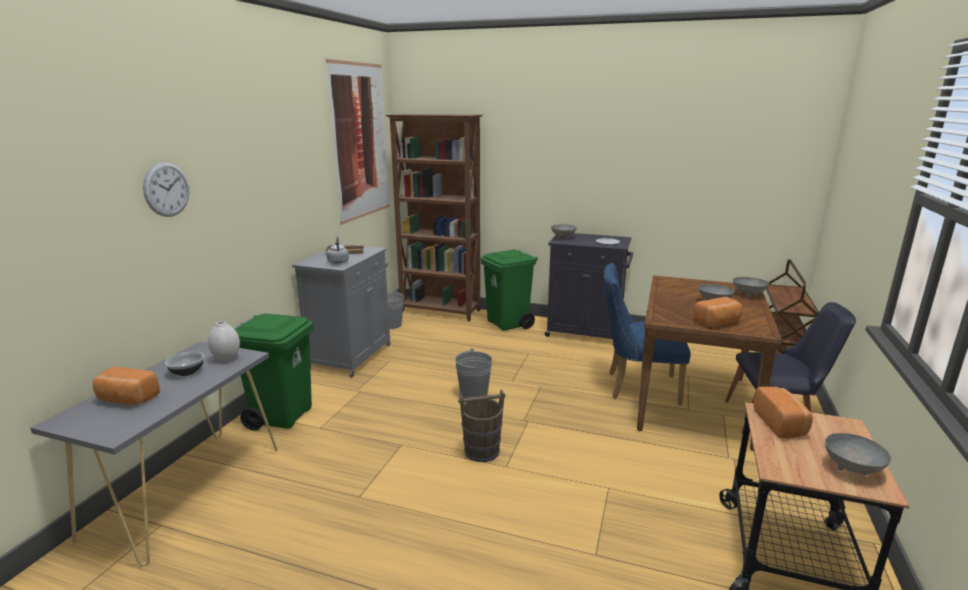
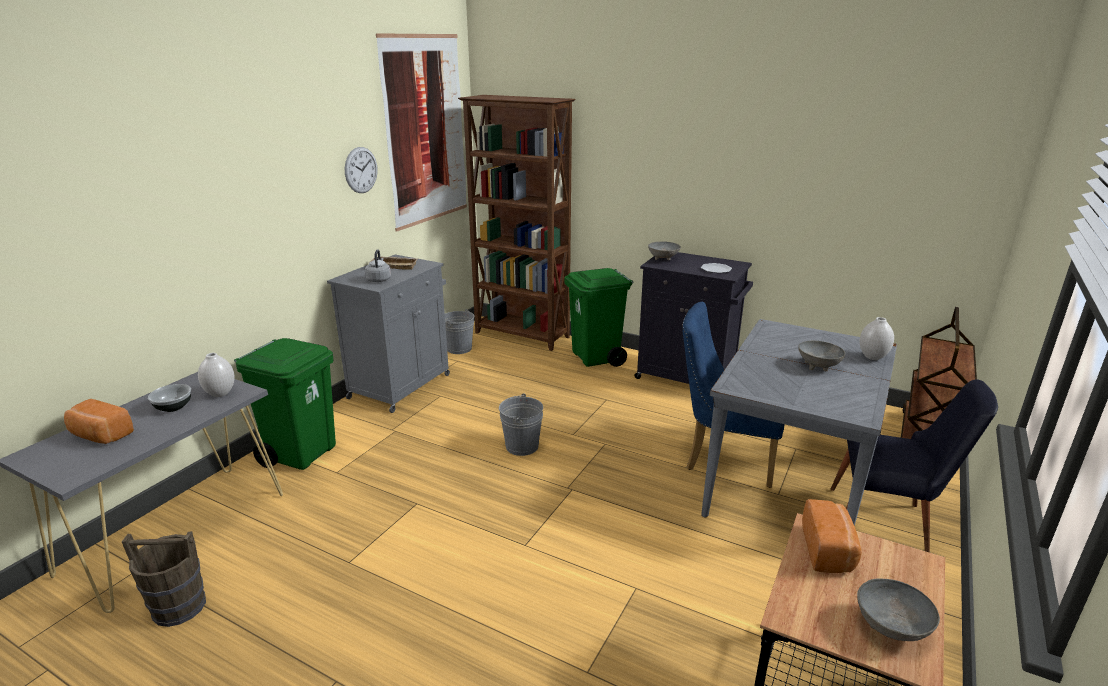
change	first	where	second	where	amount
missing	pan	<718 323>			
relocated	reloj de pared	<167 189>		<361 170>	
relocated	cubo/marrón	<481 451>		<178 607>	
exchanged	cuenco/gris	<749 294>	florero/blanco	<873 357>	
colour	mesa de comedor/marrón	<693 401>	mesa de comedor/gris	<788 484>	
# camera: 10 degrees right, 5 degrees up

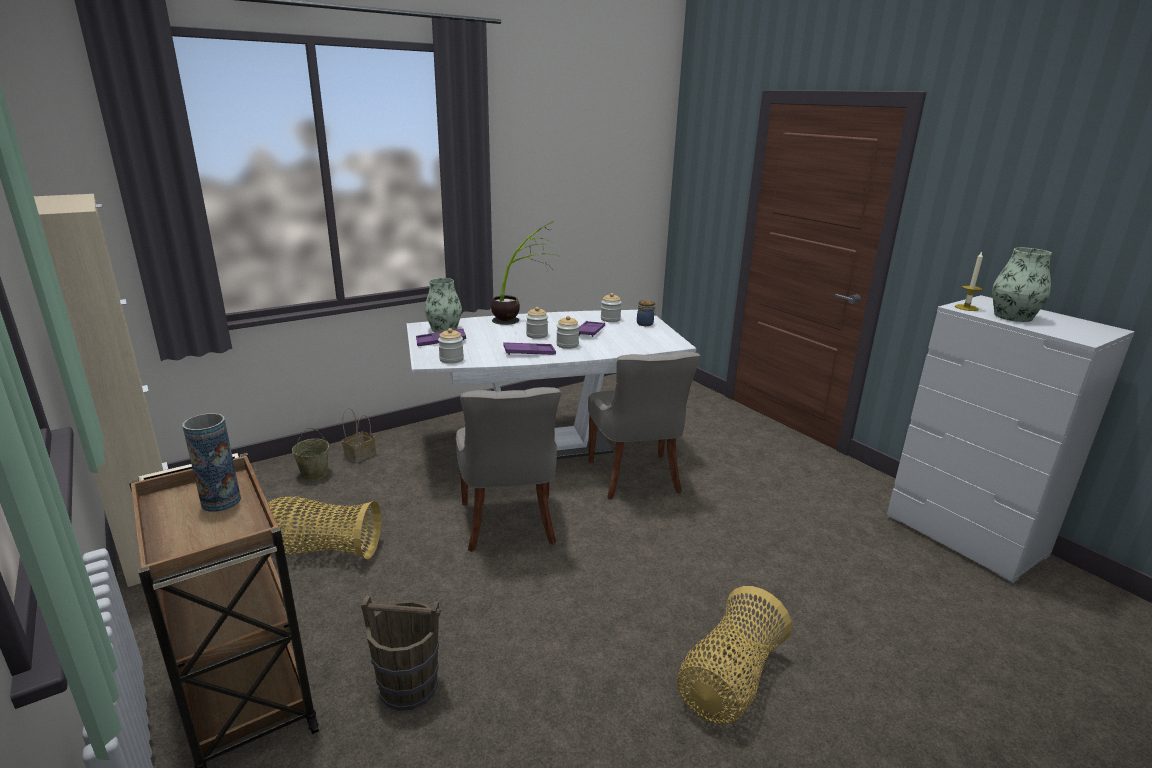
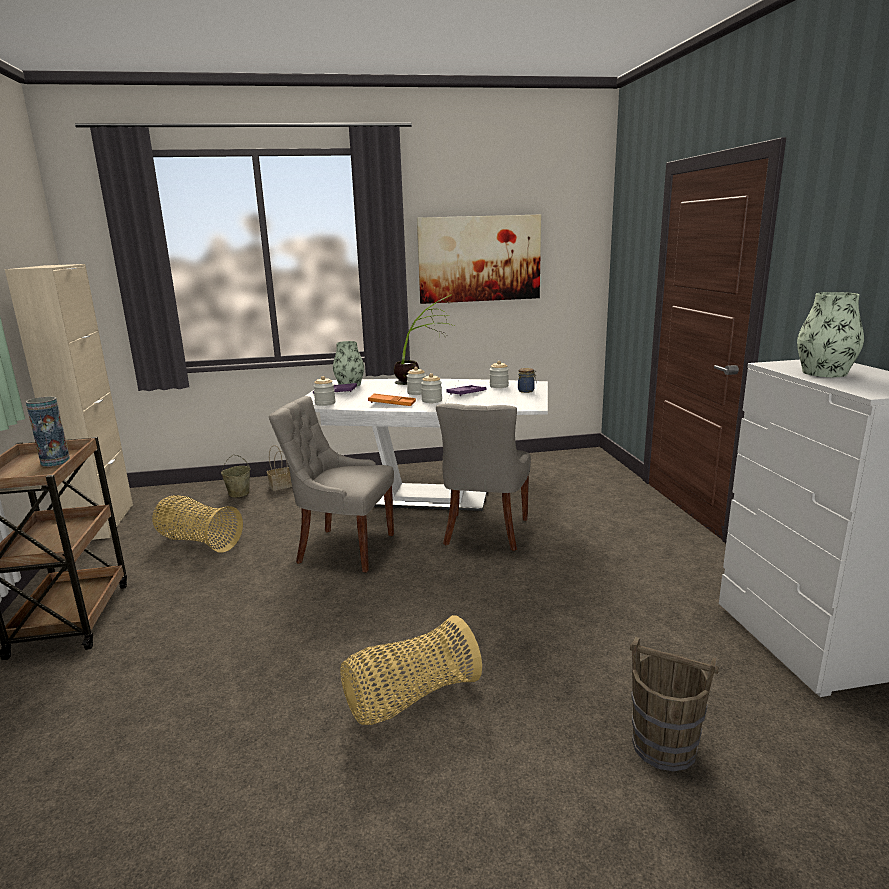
change	first	where	second	where	amount
missing	vela	<966 307>			
appeared			cuadro	<479 259>	
relocated	cubo/marrón	<409 686>		<664 747>	
colour	bandeja/morado	<529 352>	bandeja/naranja	<392 403>	
spun	silla/gris	<509 524>		<343 548>	90 degrees clockwise
# camera: 25 degrees right, 5 degrees down

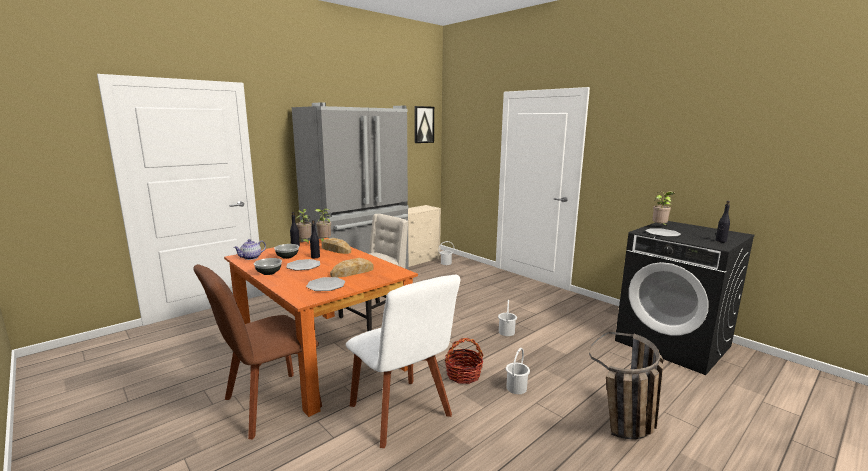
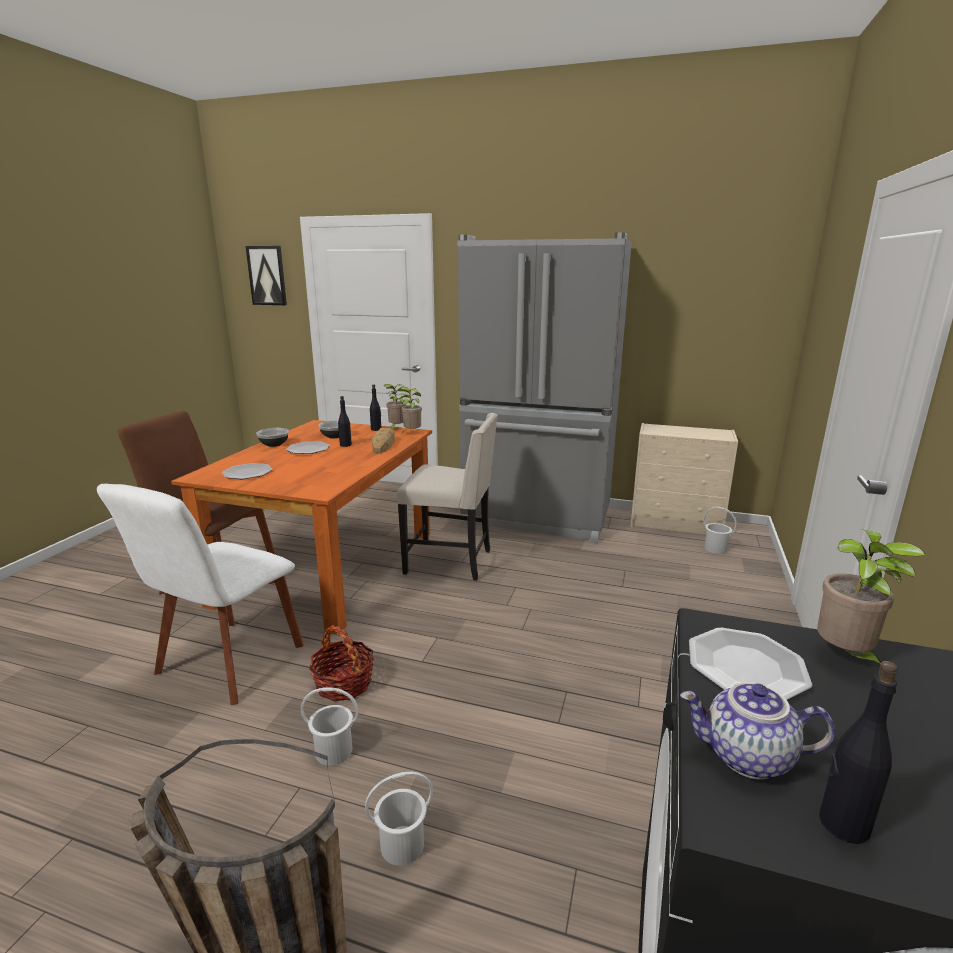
change	first	where	second	where	amount
missing	pan	<352 272>			
relocated	tetera	<251 258>		<747 758>	
relocated	cuadro	<423 124>		<267 275>	
relocated	cubo/blanco	<507 332>		<402 845>	
# camera: 60 degrees right, 5 degrees up

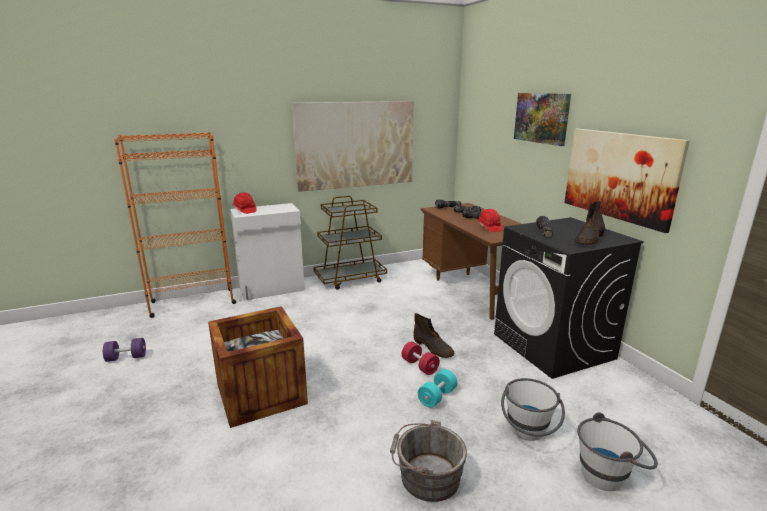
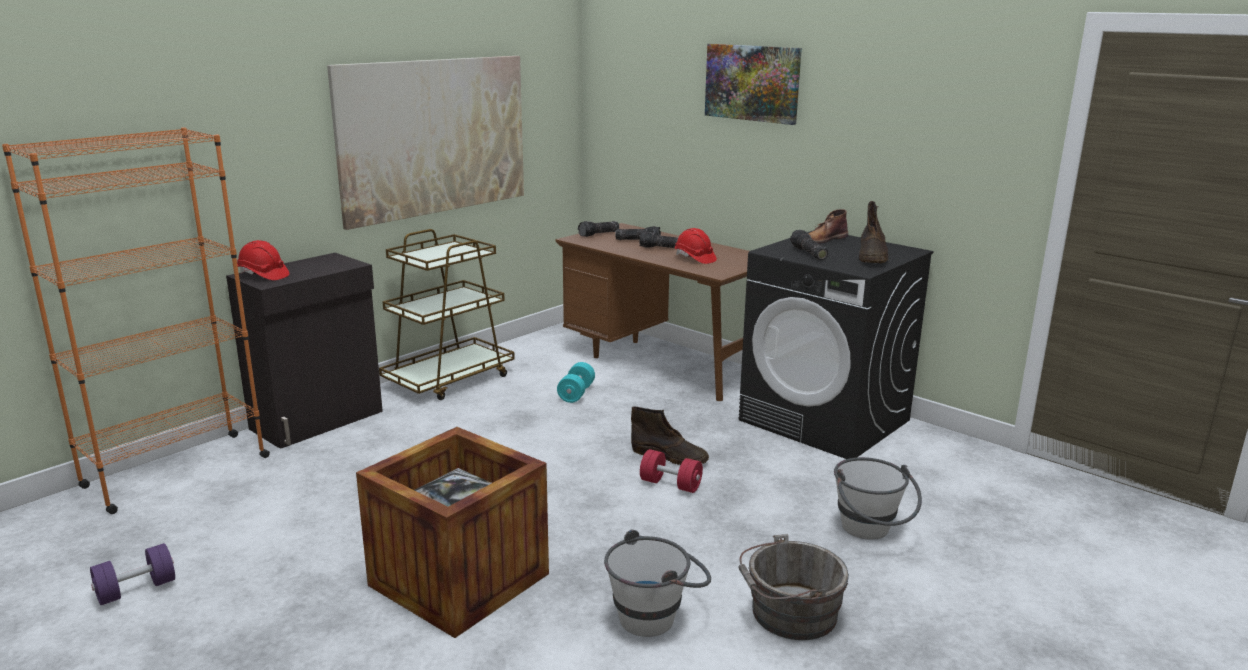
change	first	where	second	where	amount
missing	cuadro	<619 176>			
appeared			bota/marrón	<823 239>	
relocated	mancuerna/turquesa	<437 397>		<576 393>	
relocated	cubo/blanco	<609 475>		<657 615>	
colour	armario/blanco	<272 289>	armario/negro	<319 420>	
# camera: 25 degrees left, 0 degrees up

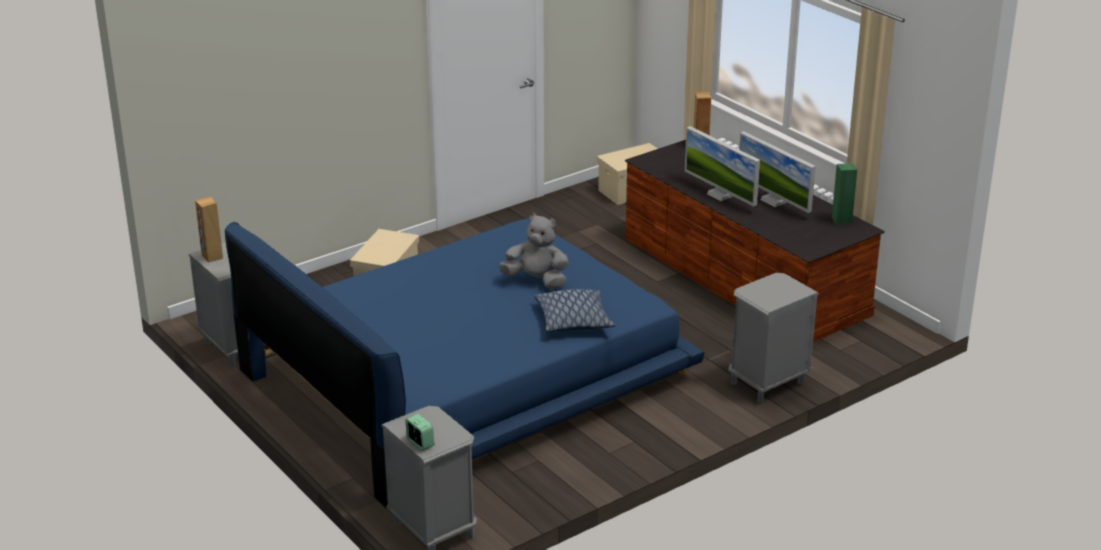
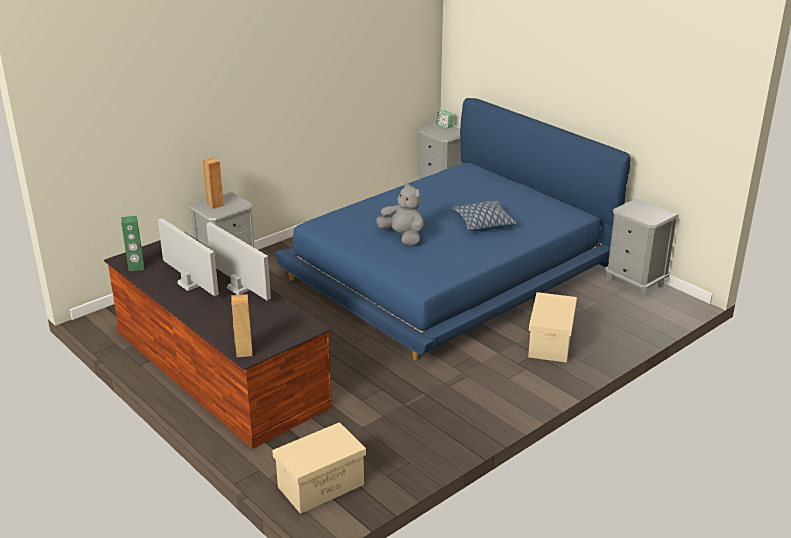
change	first	where	second	where	amount
relocated	altavoz/marrón	<212 257>		<215 204>	
relocated	cojín	<574 320>		<482 223>	
spun	peluche/gris	<536 281>		<402 237>	150 degrees counterclockwise
# camera: 175 degrees right, 0 degrees up

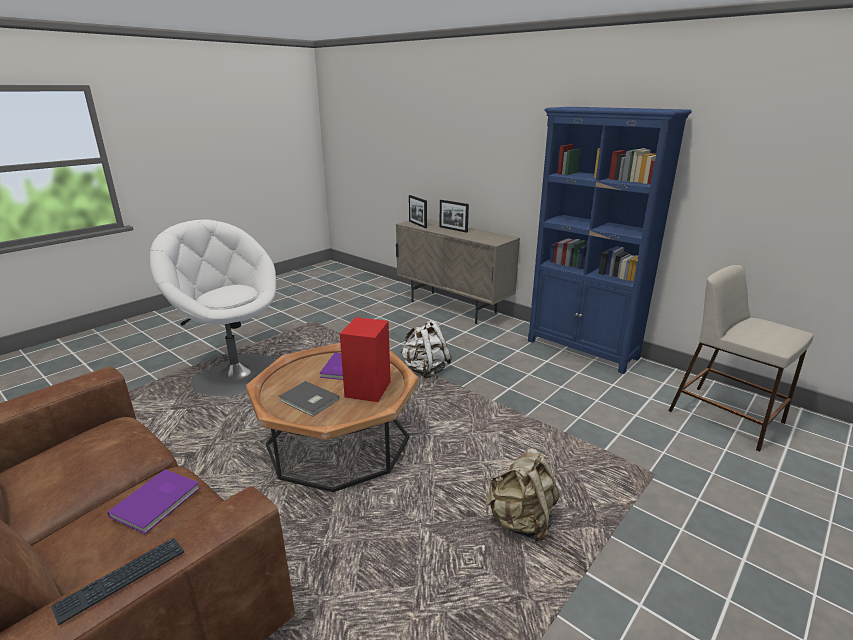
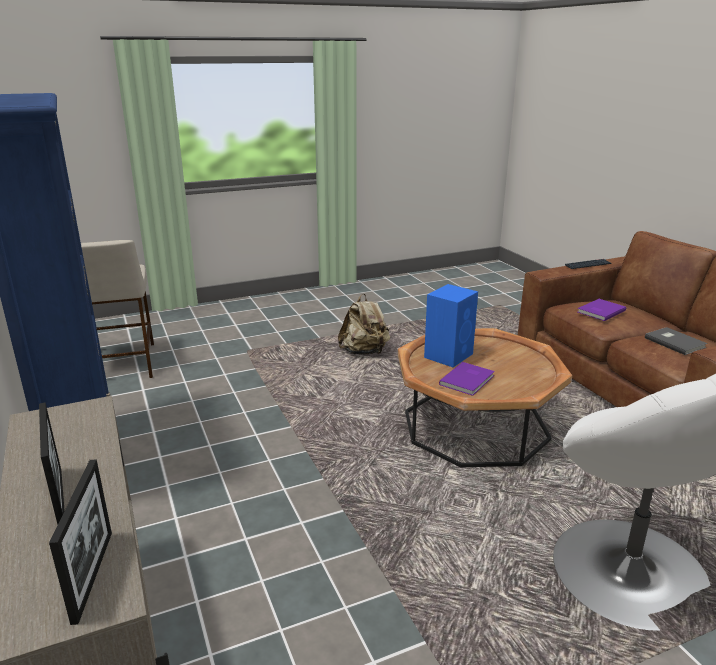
change	first	where	second	where	amount
missing	mochila/blanco	<425 370>			
relocated	libro/gris	<308 401>		<674 342>	
colour	altavoz/rojo	<367 390>	altavoz/azul	<449 355>	
# camera: 155 degrees left, 0 degrees up

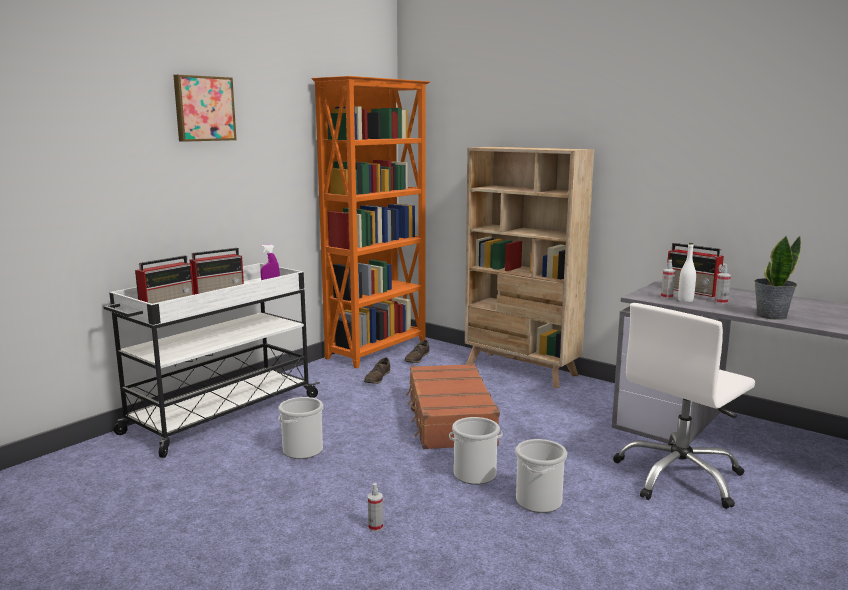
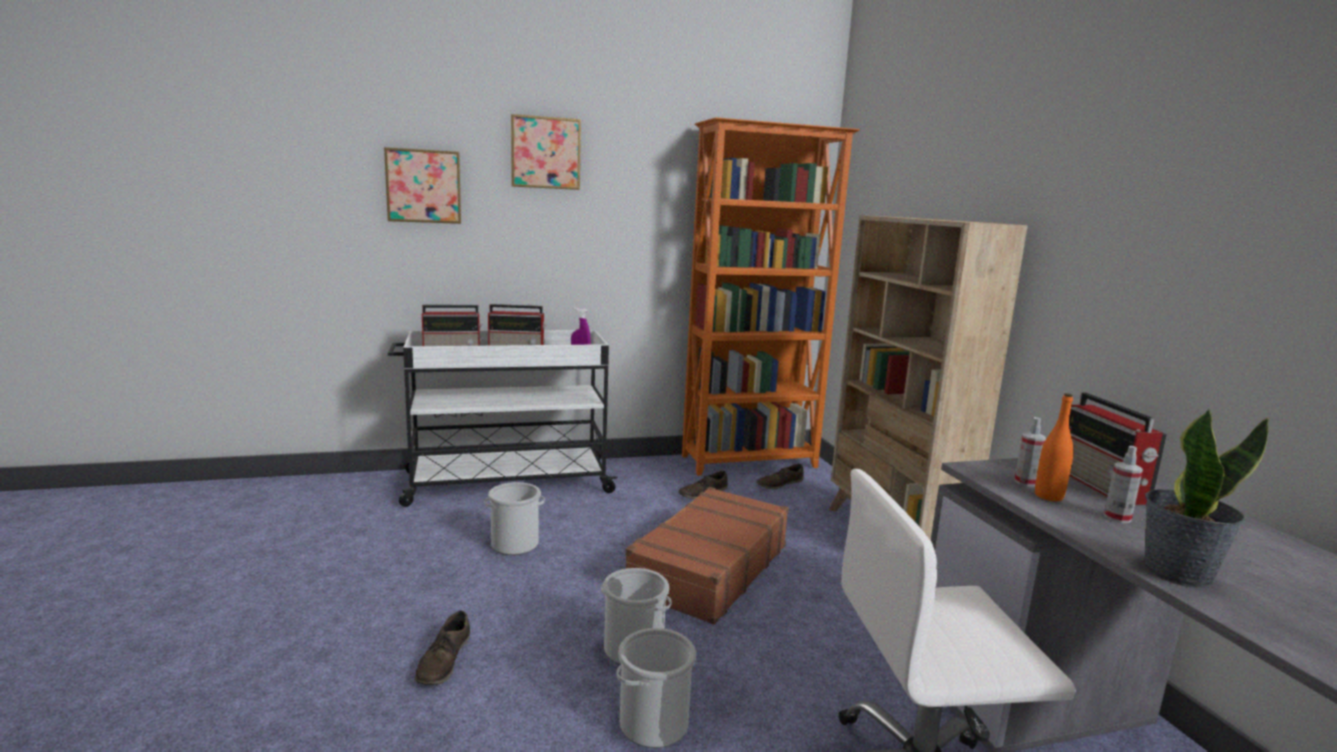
change	first	where	second	where	amount
appeared			cuadro	<424 186>	
exchanged	pulverizador	<375 527>	zapato/marrón	<444 660>	
colour	botella/blanco	<685 300>	botella/naranja	<1048 496>	
# camera: 35 degrees right, 0 degrees up

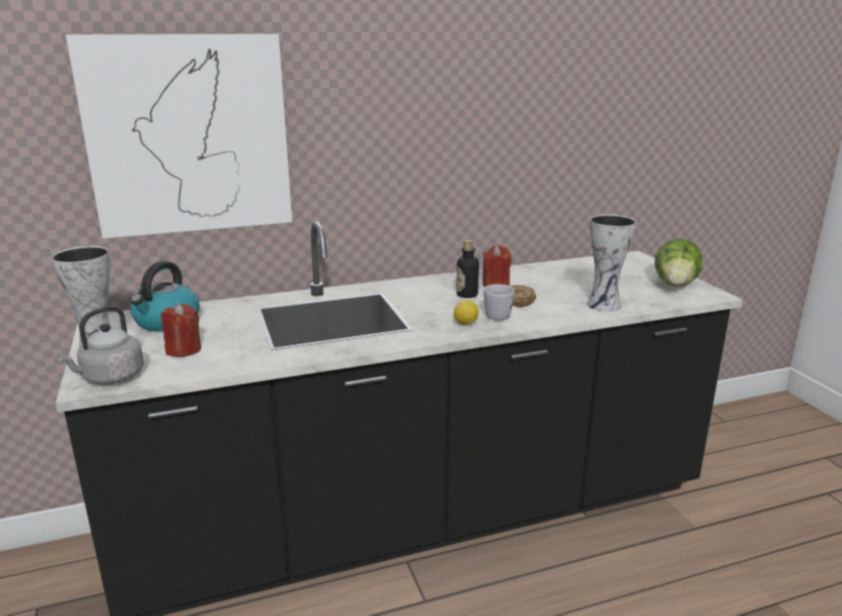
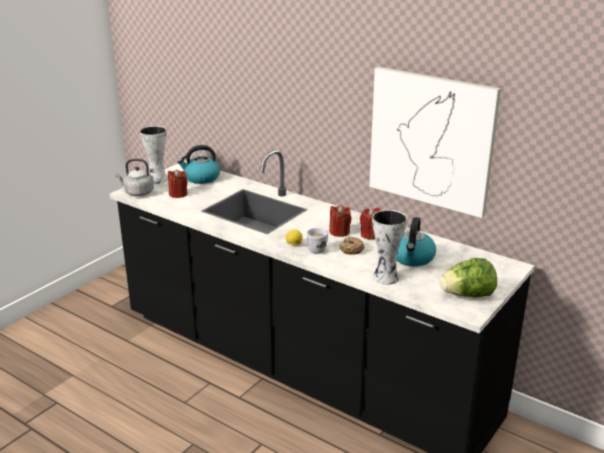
change	first	where	second	where	amount
appeared			hervidor	<412 258>	
relocated	cuadro	<189 135>		<431 140>	
exchanged	botella	<467 295>	vela/rojo	<339 232>	
# camera: 55 degrees right, 5 degrees up

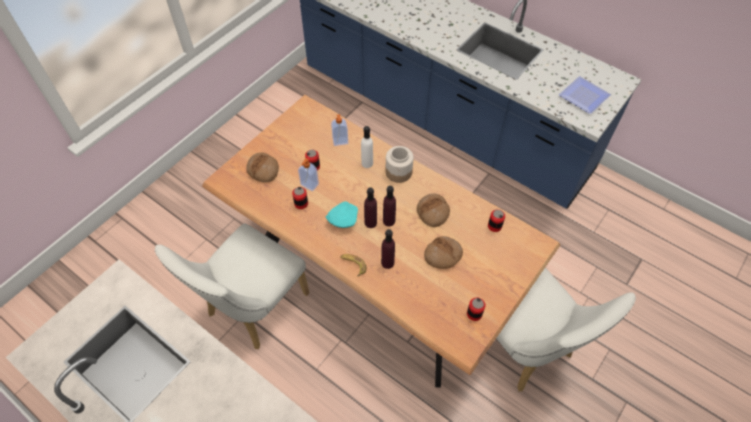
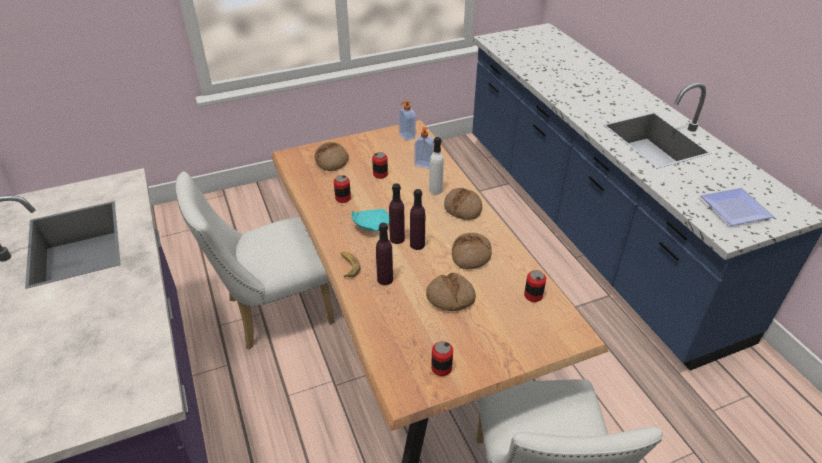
change	first	where	second	where	amount
relocated	dispensador de jabón	<309 185>		<406 136>	
exchanged	tarro	<399 172>	pan	<463 208>	
# camera: 30 degrees right, 15 degrees down

